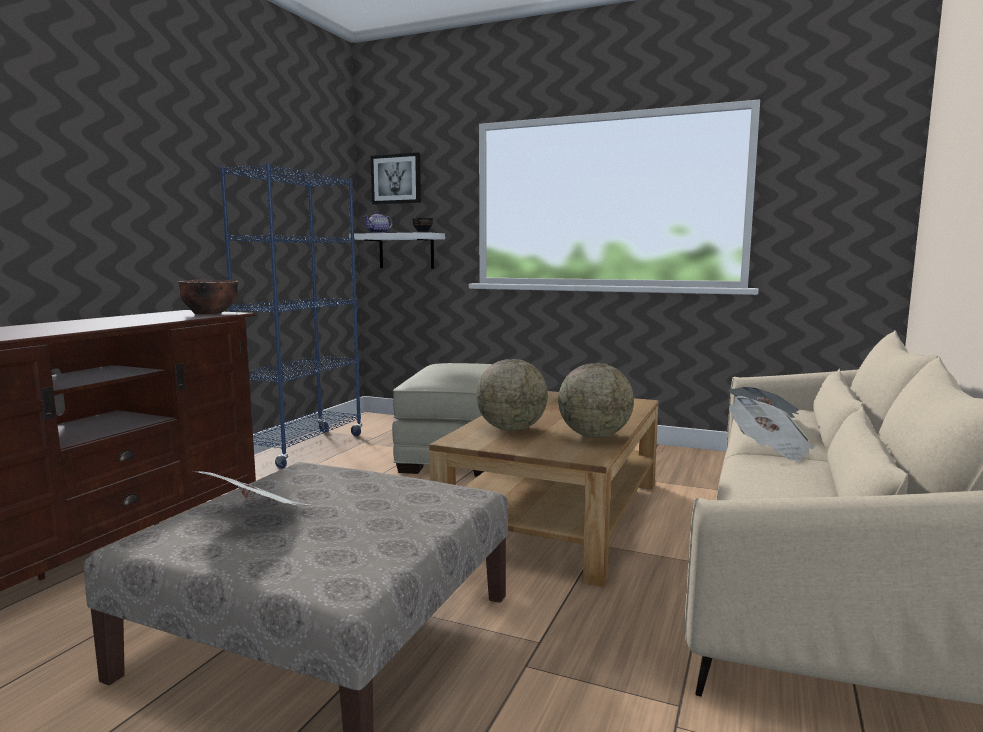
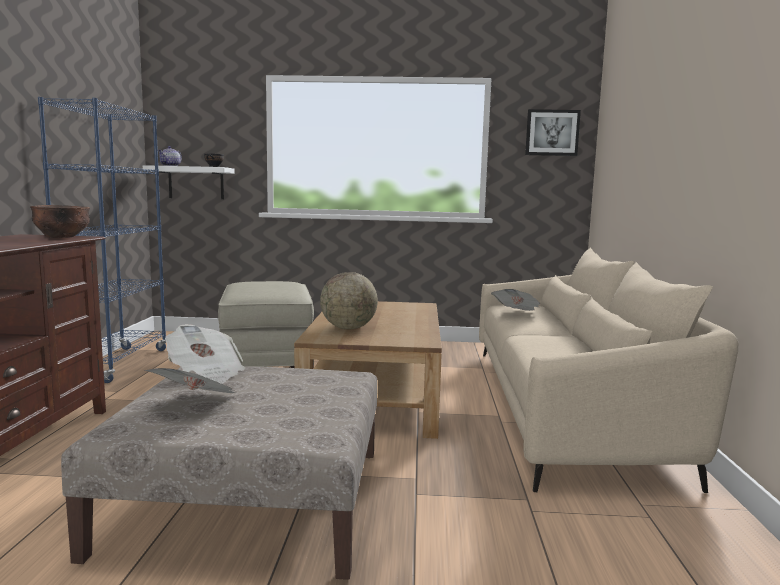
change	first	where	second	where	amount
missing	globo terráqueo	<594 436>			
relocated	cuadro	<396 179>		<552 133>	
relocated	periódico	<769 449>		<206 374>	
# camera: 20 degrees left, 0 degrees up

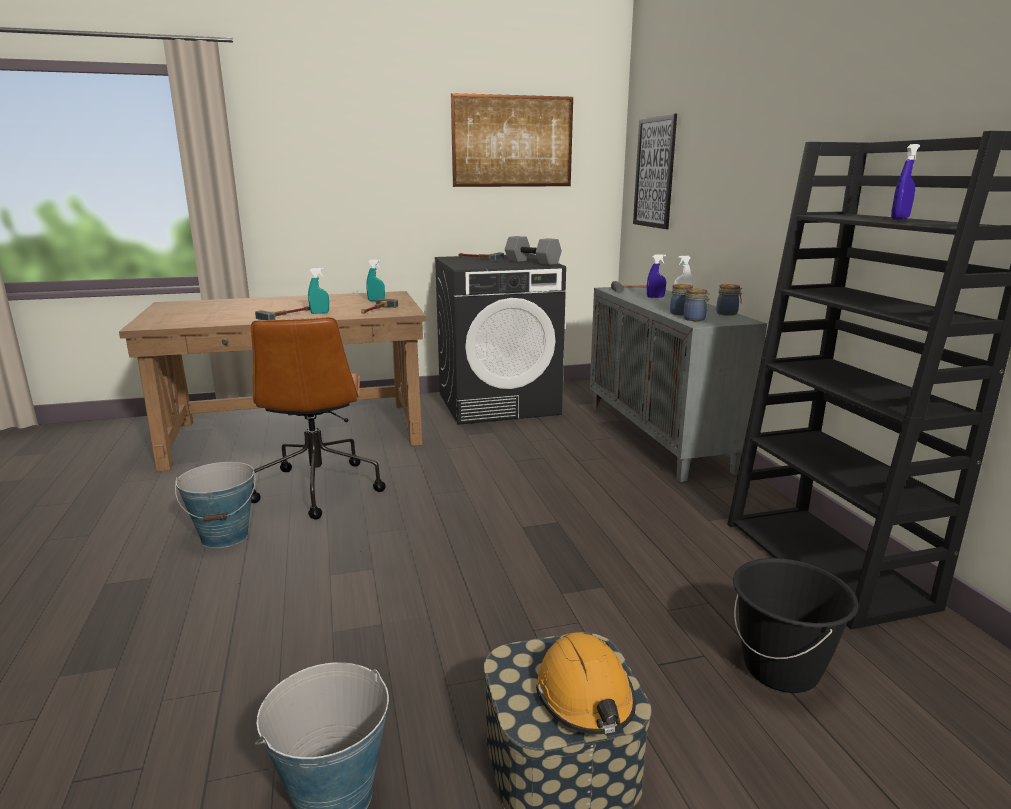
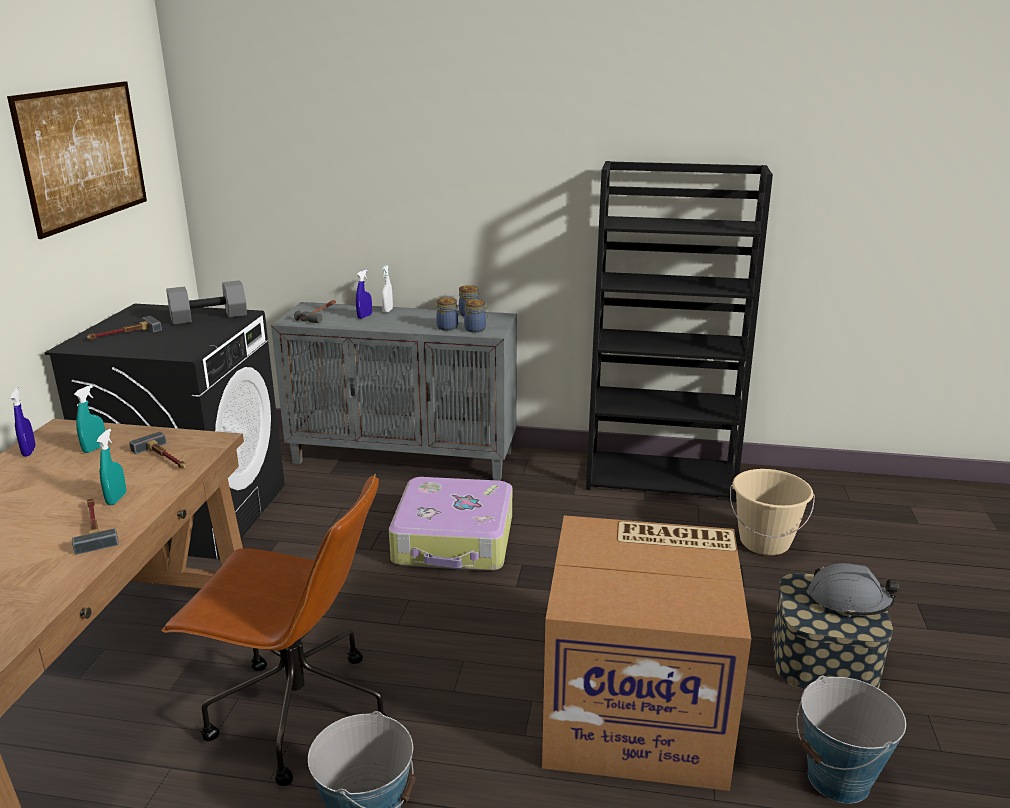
change	first	where	second	where	amount
missing	cuadro	<654 172>			
appeared			maleta	<454 541>	
appeared			caja de cartón	<639 710>	
relocated	pulverizador/azul	<900 219>		<29 451>	
colour	casco/naranja	<585 697>	casco/gris	<849 600>	
colour	cubo/negro	<781 669>	cubo/beis	<764 542>	
# camera: 65 degrees left, 5 degrees up

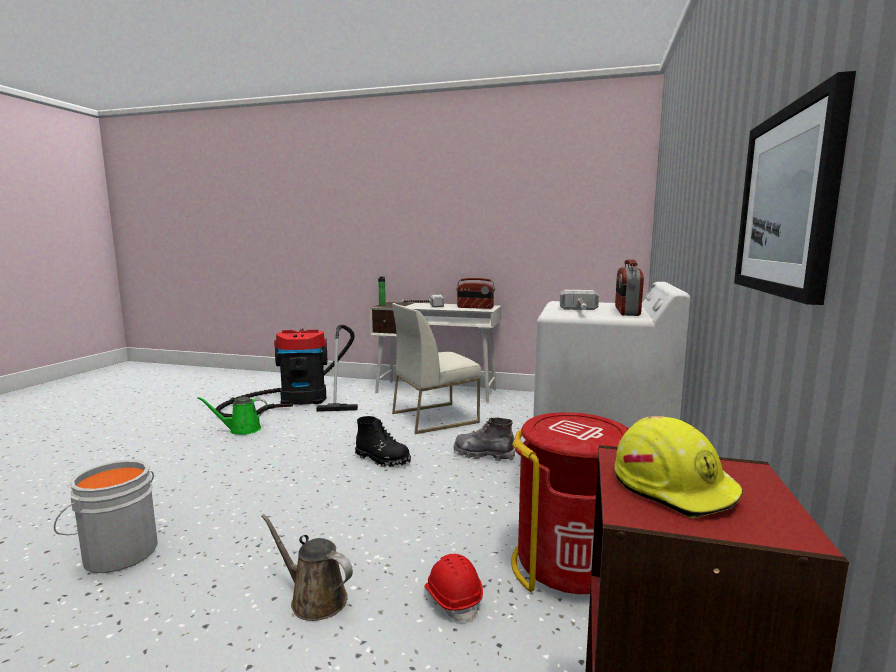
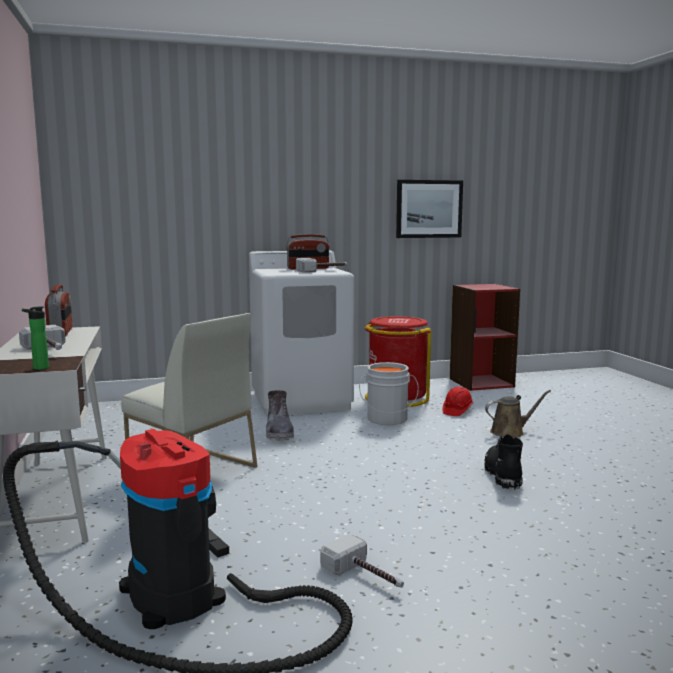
change	first	where	second	where	amount
missing	casco/amarillo	<674 487>			
relocated	cubo/gris	<119 552>		<387 420>	
relocated	bota/negro	<382 459>		<503 476>	
exchanged	regadera/verde	<241 430>	martillo	<366 576>	
spun	regadera/marrón	<314 598>		<510 432>	105 degrees counterclockwise
# camera: 120 degrees left, 0 degrees up

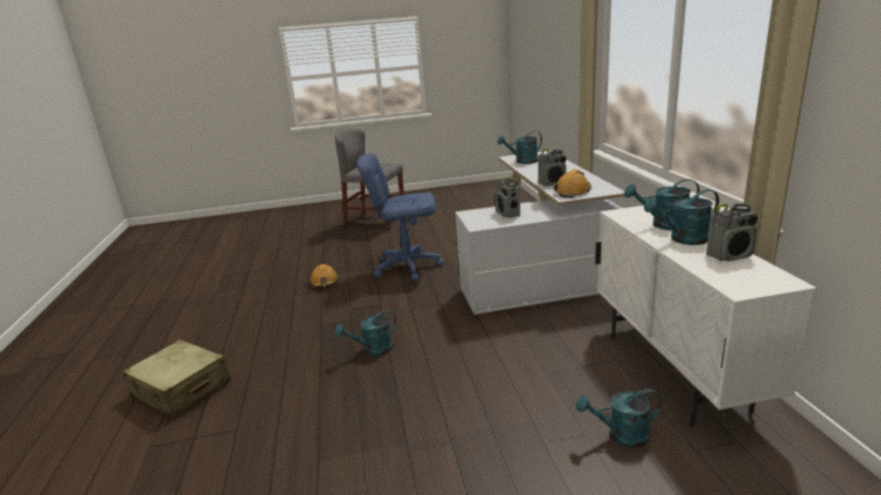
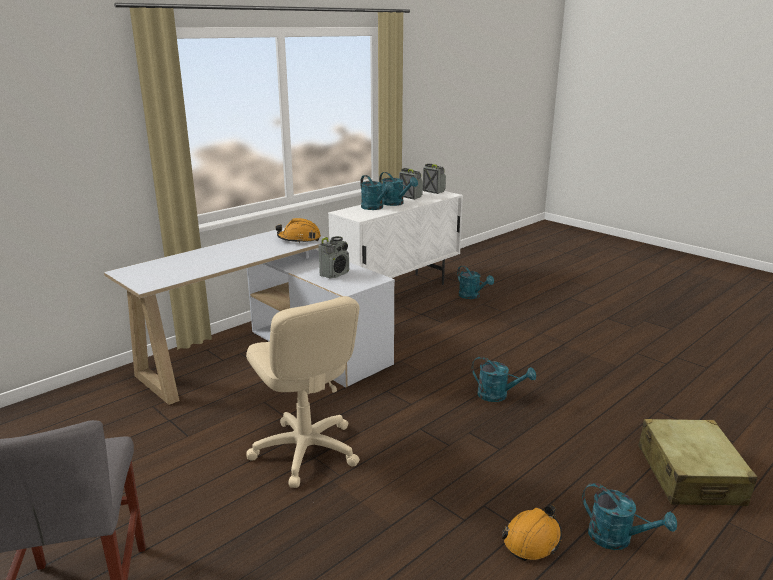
change	first	where	second	where	amount
relocated	casco/naranja	<324 282>		<532 540>	
relocated	regadera/turquesa	<523 162>		<617 539>	
relocated	radio	<552 183>		<433 191>	
colour	silla de oficina/azul	<407 266>	silla de oficina/beis	<305 451>	
# camera: 125 degrees left, 0 degrees up

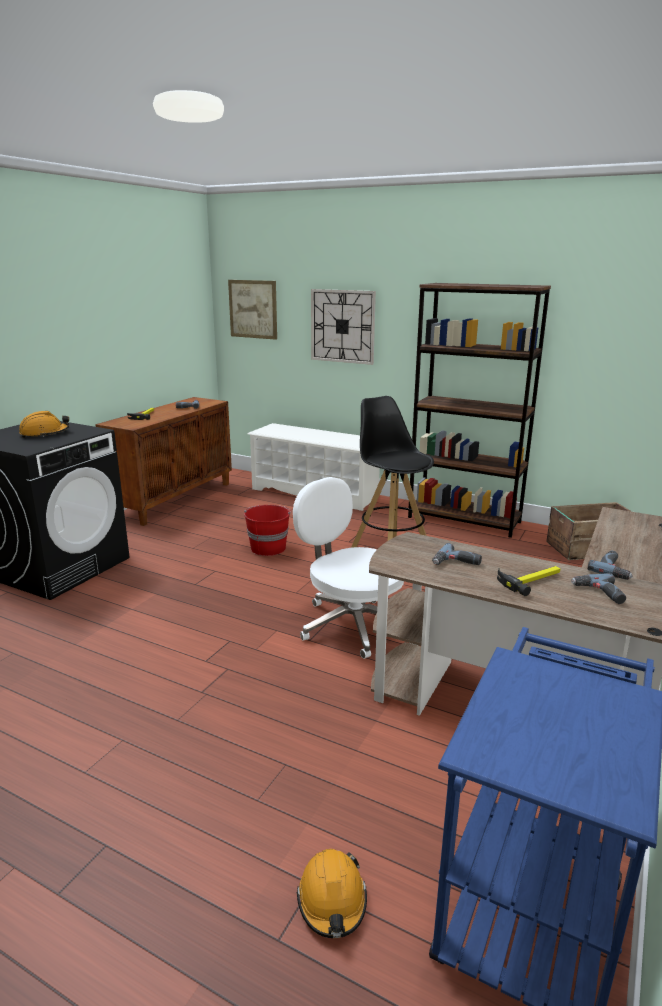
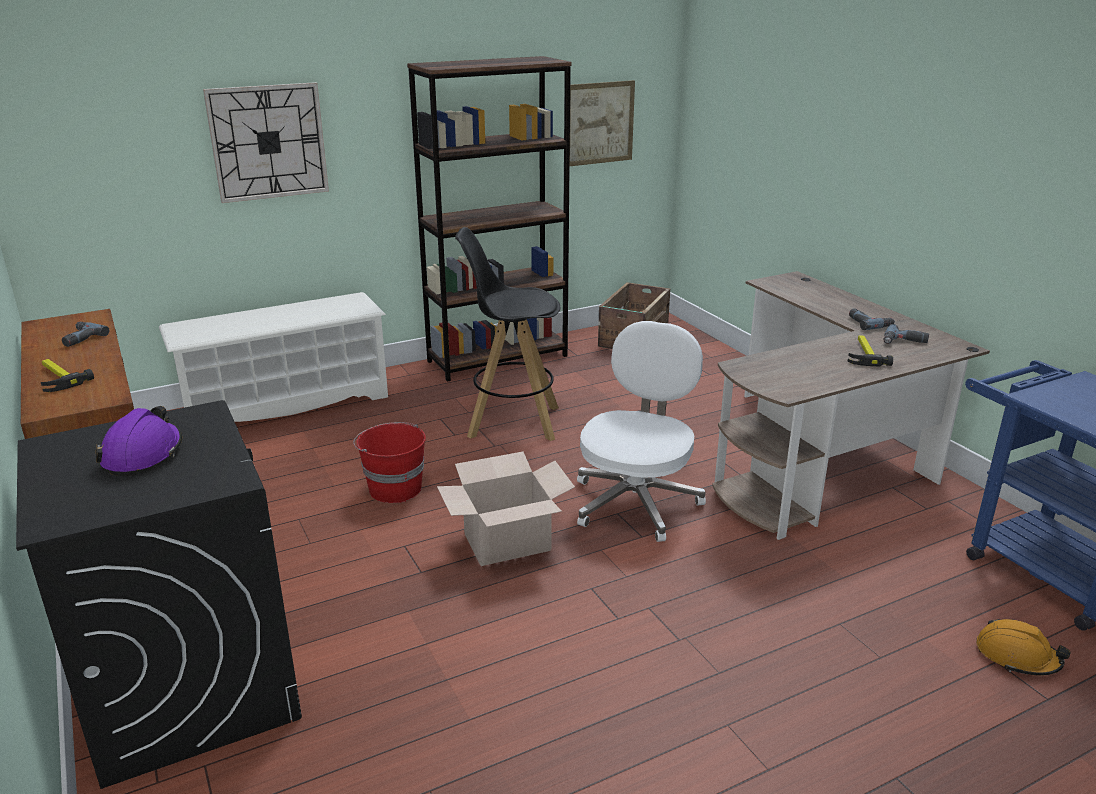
change	first	where	second	where	amount
missing	taladro	<456 563>			
appeared			caja de cartón	<507 542>	
relocated	cuadro	<253 309>		<599 123>	
colour	casco/naranja	<44 434>	casco/morado	<143 454>	
spun	silla de oficina/blanco	<351 624>		<636 501>	120 degrees clockwise
# camera: 55 degrees left, 5 degrees up

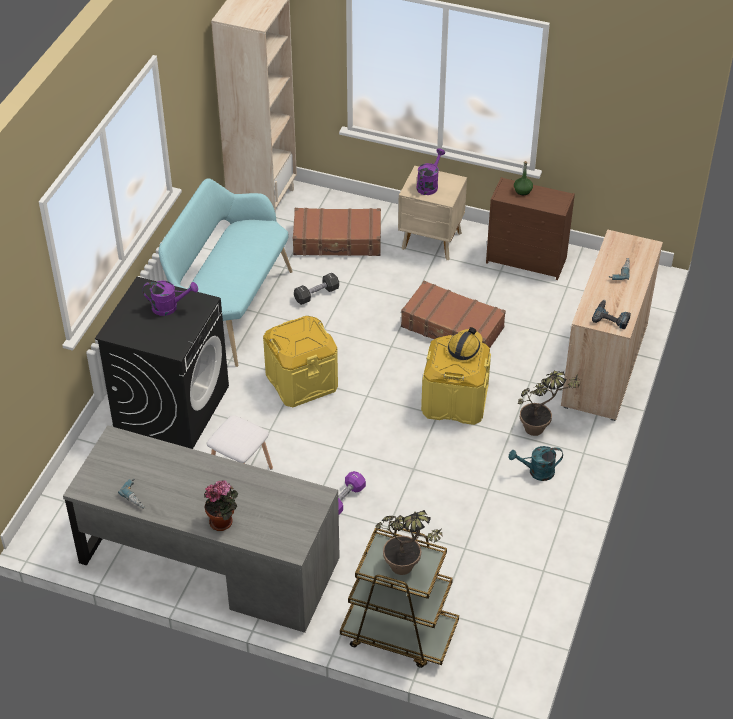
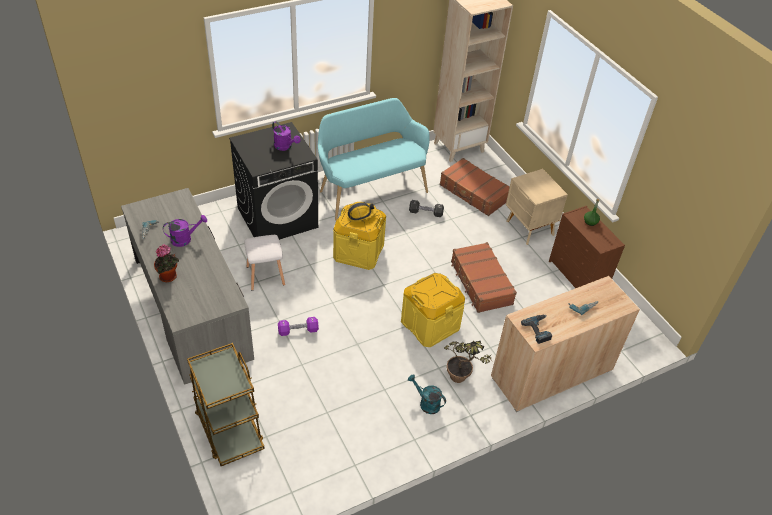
change	first	where	second	where	amount
missing	planta en maceta	<408 570>			
relocated	regadera/morado	<429 185>		<185 239>	
relocated	casco	<464 348>		<360 214>	
# camera: 40 degrees right, 0 degrees up

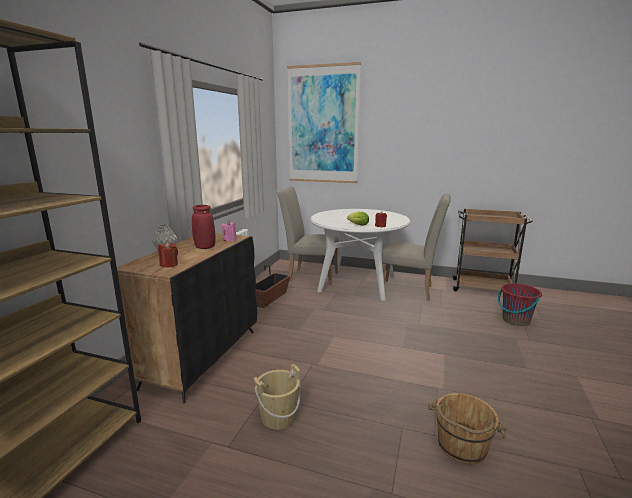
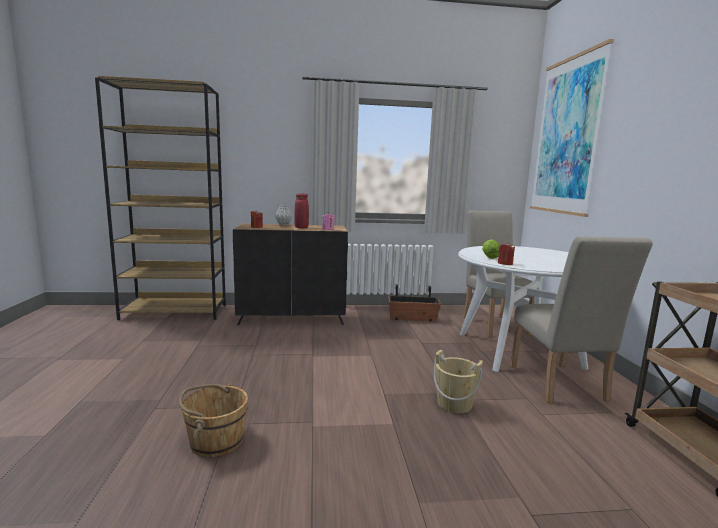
change	first	where	second	where	amount
missing	cubo/rojo	<515 320>			
relocated	cubo/beis	<278 417>		<454 404>	
# camera: 65 degrees right, 5 degrees down

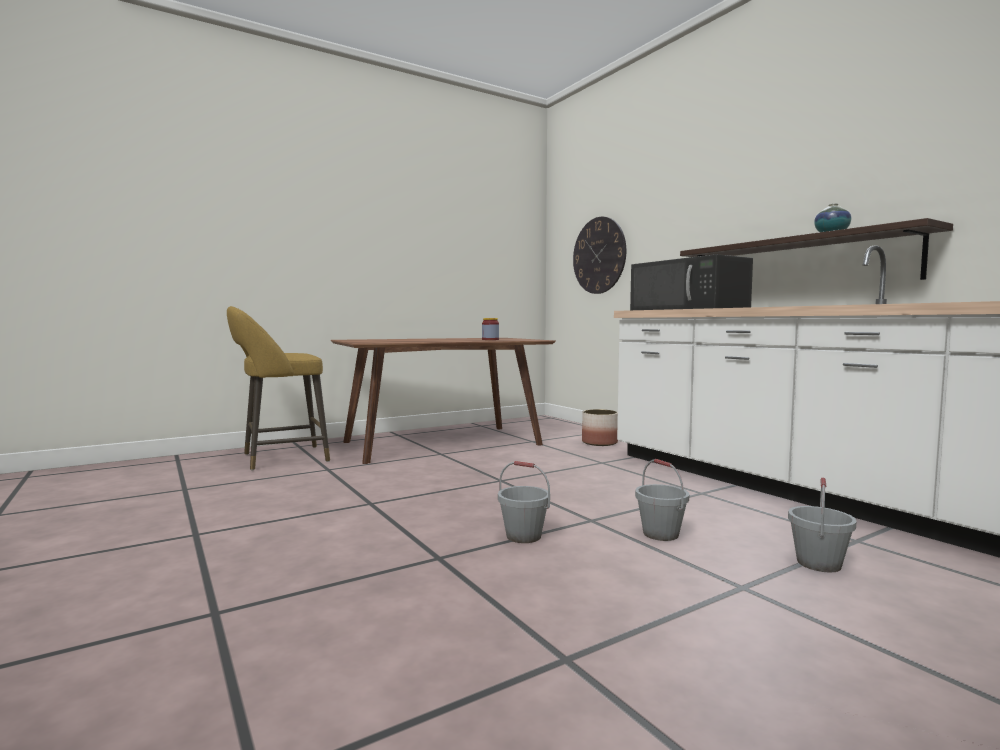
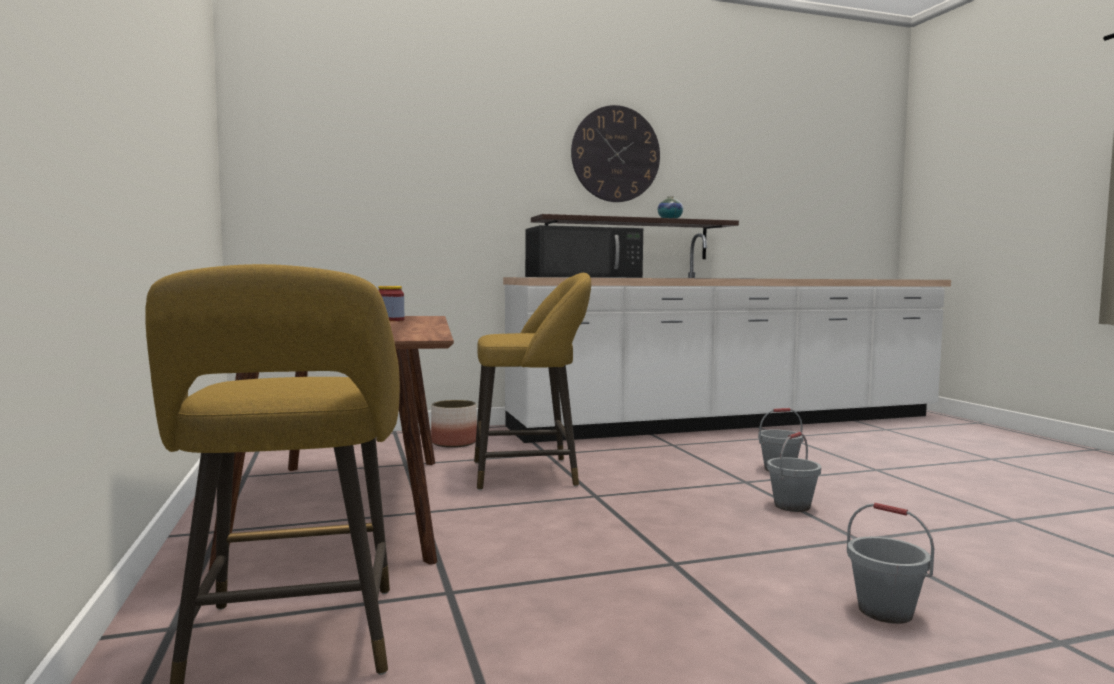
change	first	where	second	where	amount
appeared			taburete/amarillo	<531 473>	
relocated	reloj de pared	<599 255>		<615 154>	
relocated	cubo/gris	<819 564>		<885 611>	
# camera: 75 degrees left, 0 degrees up

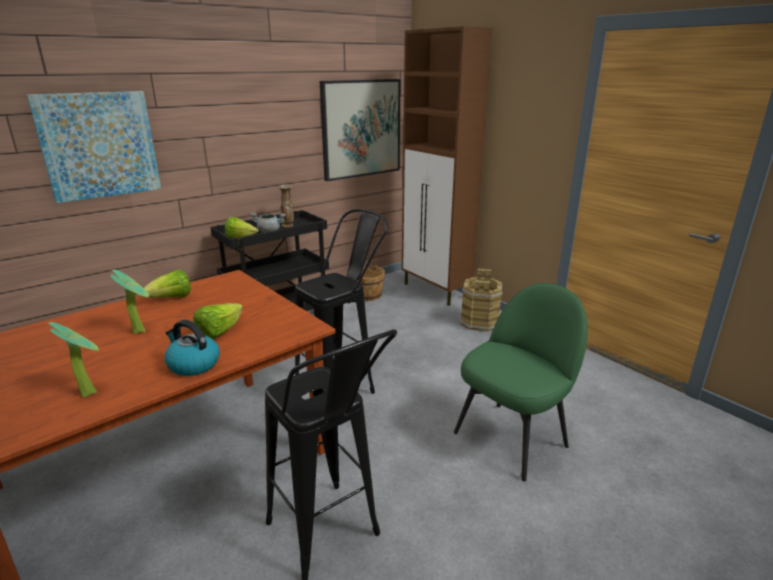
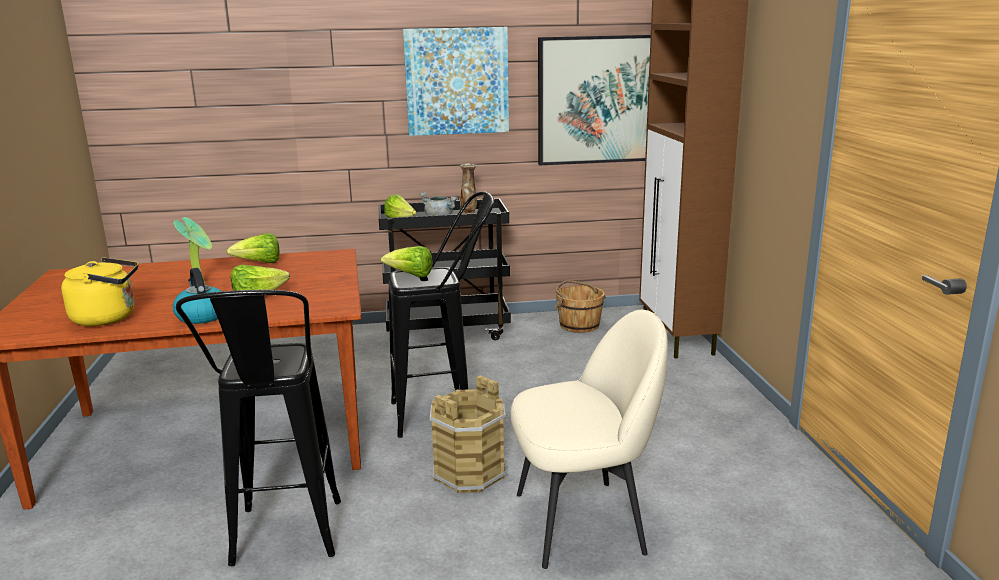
change	first	where	second	where	amount
appeared			lechuga	<411 276>	
relocated	cuadro	<99 145>		<457 81>	
relocated	cubo/marrón	<480 322>		<470 473>	
exchanged	planta en maceta	<90 392>	hervidor/amarillo	<108 318>	
colour	silla/verde	<512 438>	silla/beis	<583 522>	
# camera: 30 degrees right, 5 degrees down

